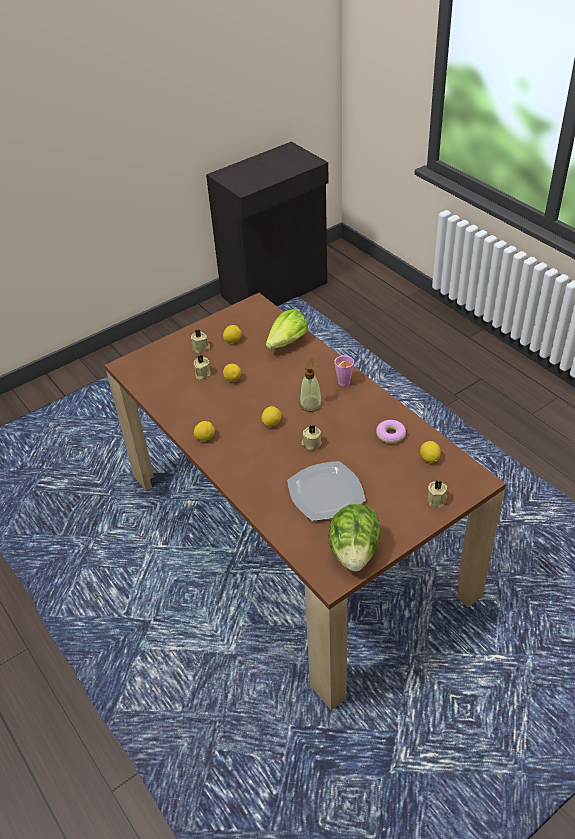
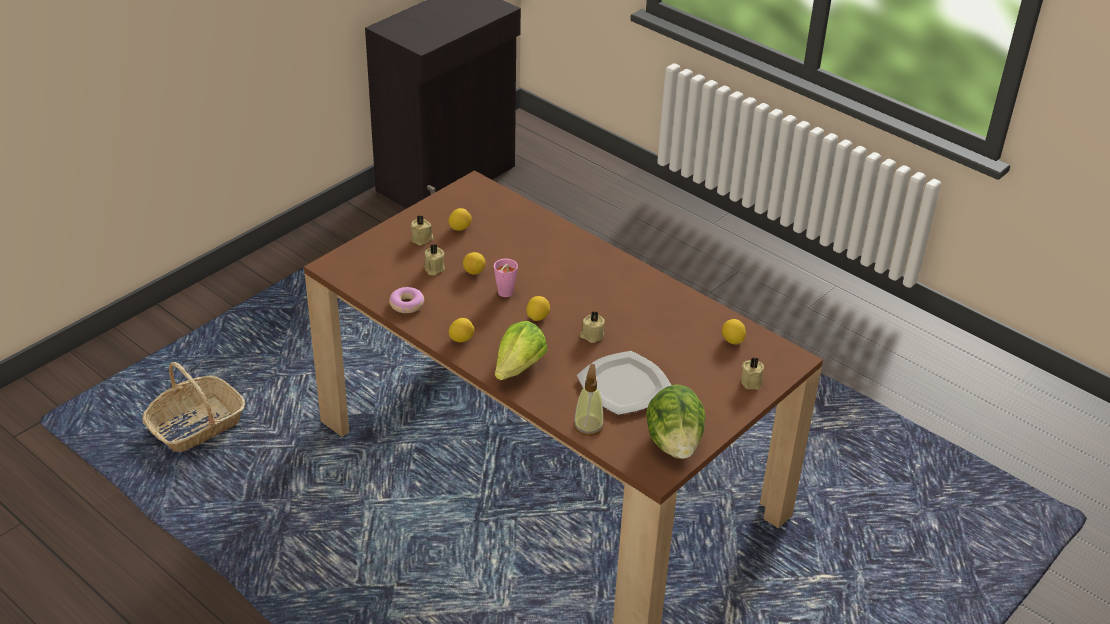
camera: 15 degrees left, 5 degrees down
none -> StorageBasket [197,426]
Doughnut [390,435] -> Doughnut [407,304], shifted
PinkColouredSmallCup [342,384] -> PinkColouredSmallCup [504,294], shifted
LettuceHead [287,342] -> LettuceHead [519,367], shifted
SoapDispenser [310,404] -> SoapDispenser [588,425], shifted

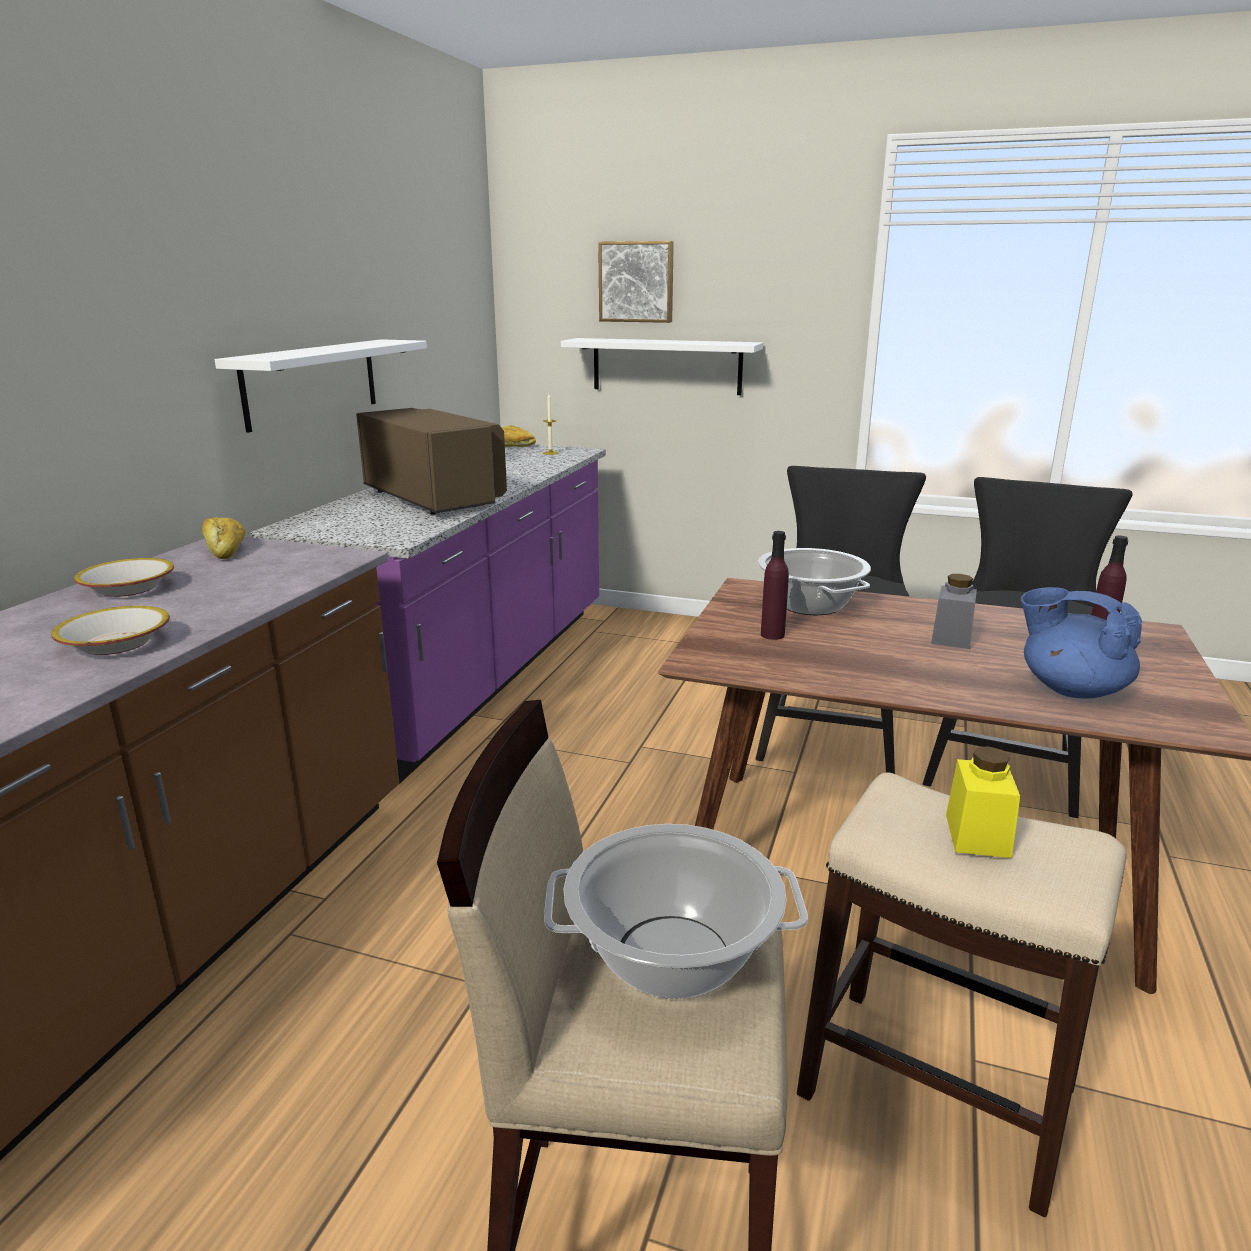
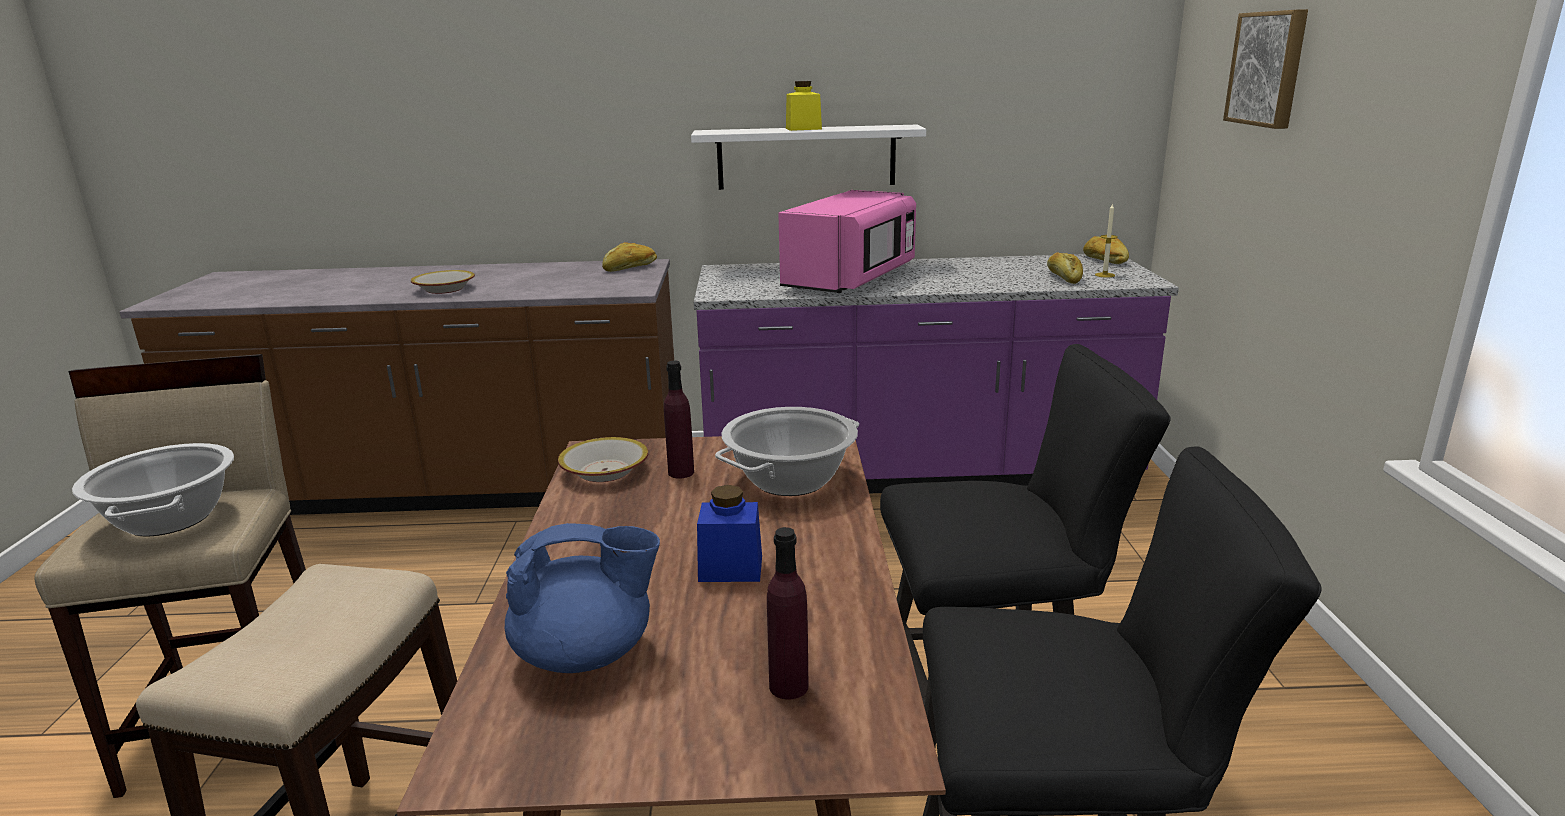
camera: 70 degrees right, 0 degrees up
BluePotForTea [1071,689] -> BluePotForTea [587,654], 60 degrees clockwise
Bowl [128,588] -> Bowl [605,471], shifted
GreyStorageJar [951,638] -> BlueStorageJar [730,568]
BrownColouredMicrowaveOven [434,498] -> PinkColouredMicrowaveOven [851,279]
YellowishStorageJar [977,835] -> YellowishStorageJar [803,129], shifted
none -> BakeryBread [1064,277]
WhiteBracketShelf [666,366] -> none

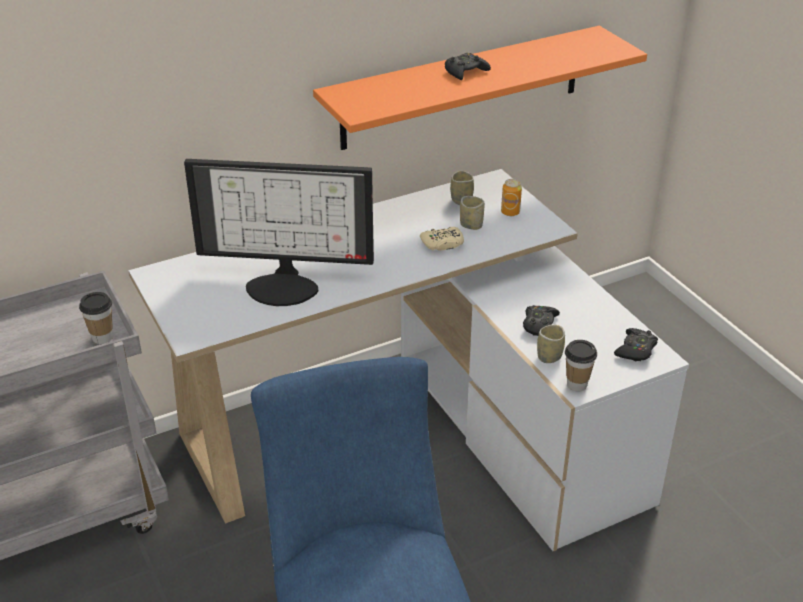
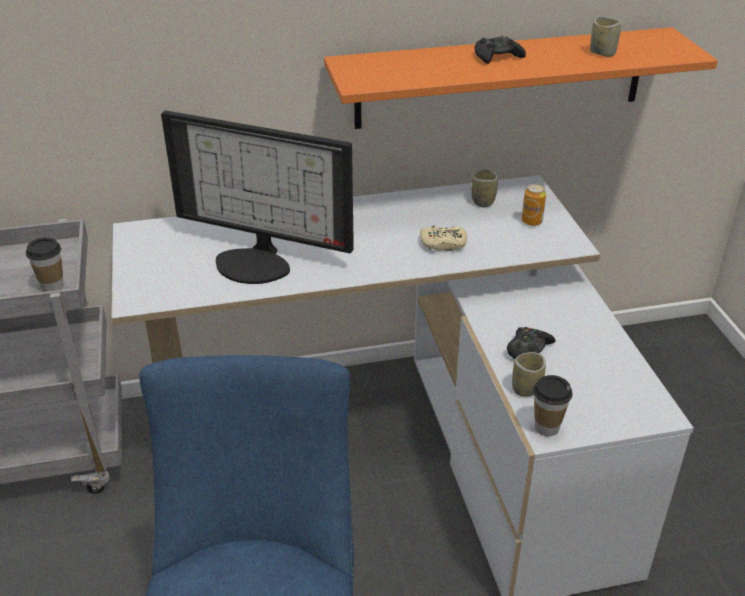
camera: 15 degrees right, 0 degrees up
SmallCup [471,225] -> SmallCup [602,53], shifted
BlackColouredJoypad [636,350] -> none

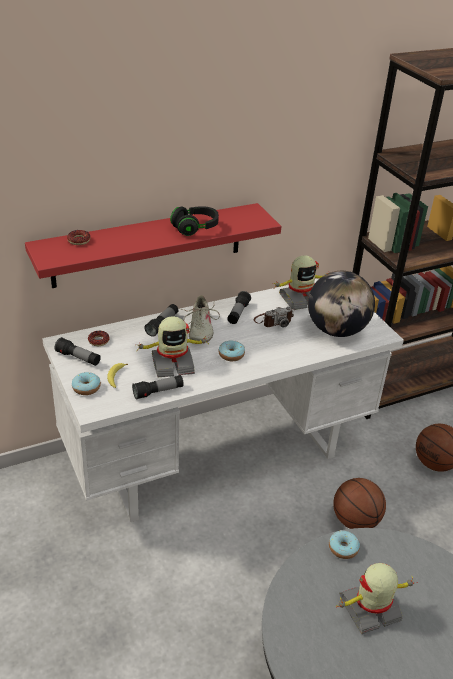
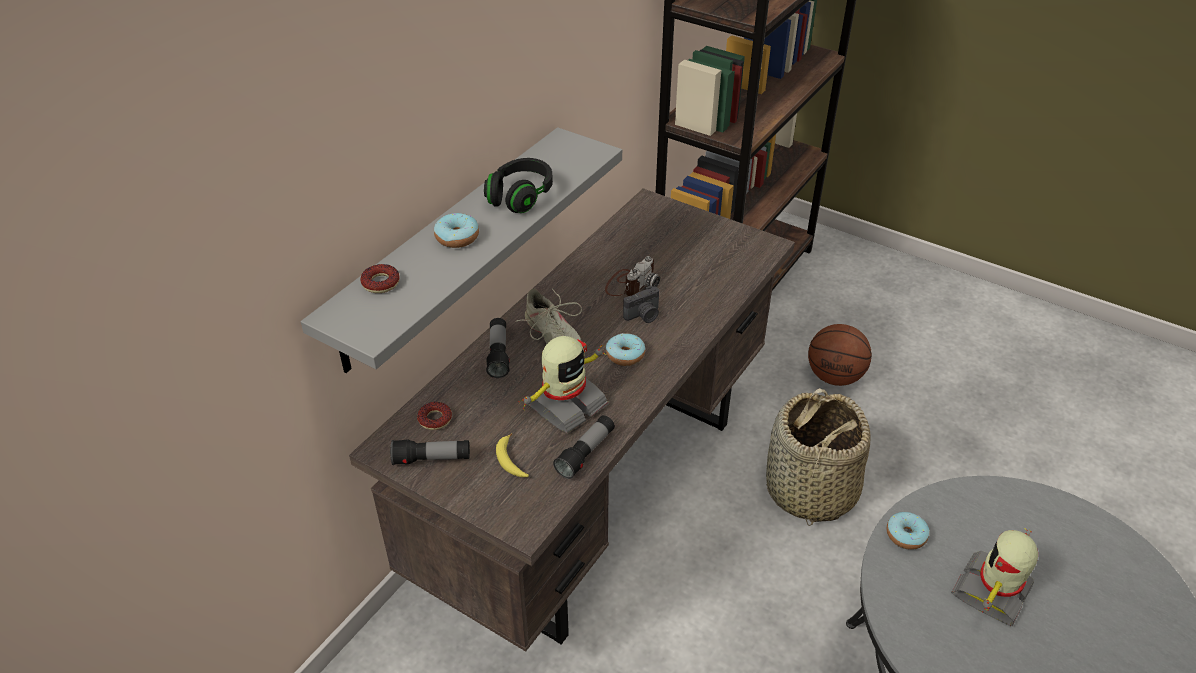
camera: 30 degrees left, 5 degrees up
RedBracketShelf [148,245] -> GreyBracketShelf [449,247]
WhiteDeskTable [219,455] -> BrownColouredDeskTable [597,493]
Doughnut [86,388] -> Doughnut [457,237], shifted
none -> StillCamera [643,315]
BallForBasketball [355,520] -> StorageBasket [809,491]
Flashlight [238,313] -> none
ToyRobot [300,299] -> none
DeskGlobe [336,330] -> none

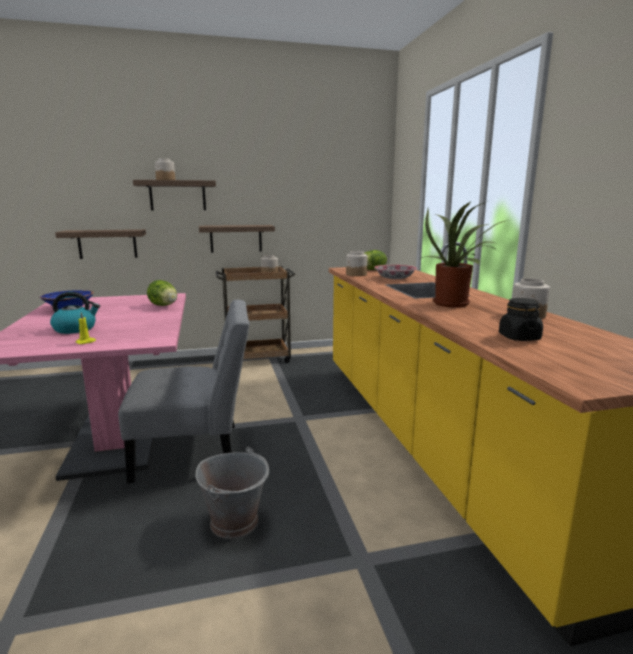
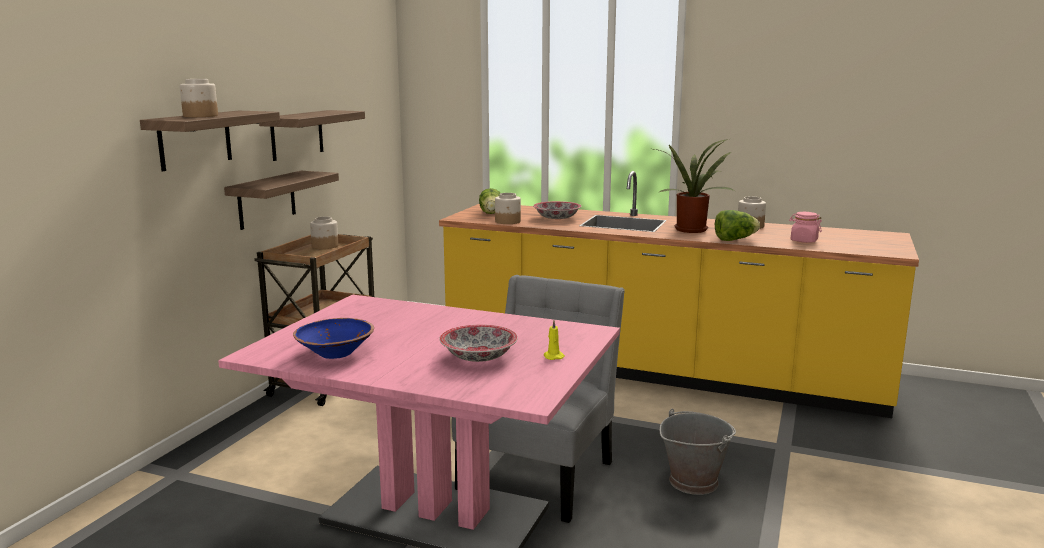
camera: 55 degrees left, 0 degrees up
BracketShelf [107,244] -> BracketShelf [297,135], shifted
Kettle [75,329] -> Bowl [478,357]
LettuceHead [165,306] -> LettuceHead [734,240], shifted
BlackColouredStorageJar [519,337] -> PinkColouredStorageJar [803,240]

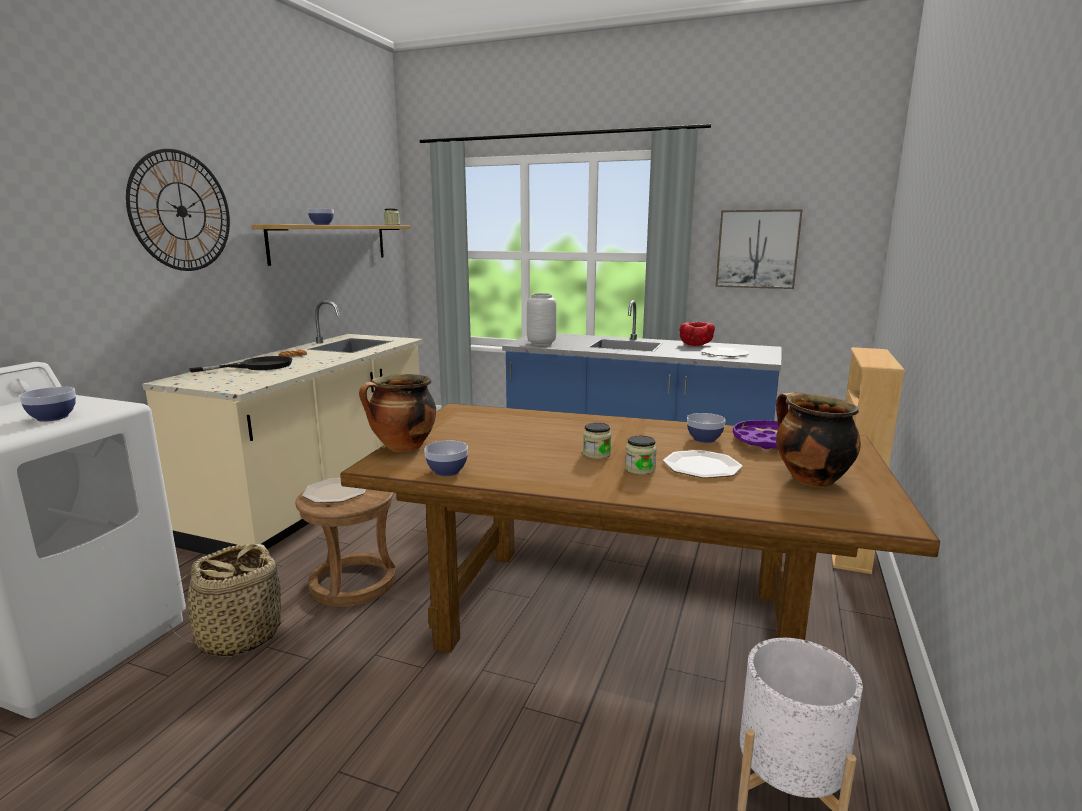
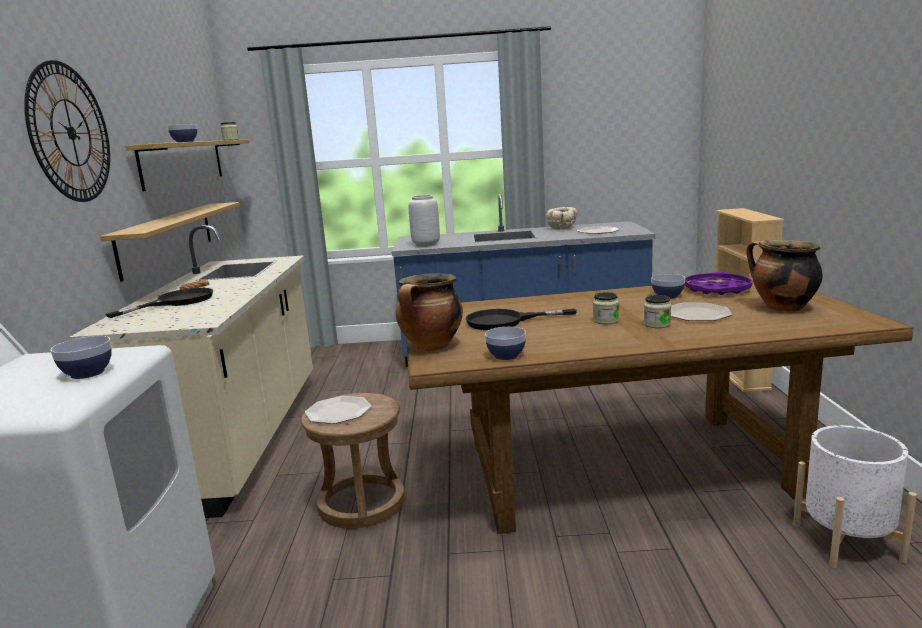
camera: 20 degrees left, 0 degrees up
none -> BracketShelf [168,237]
none -> BlackColouredPan [505,321]
RedBowl [696,345] -> BeigeBowl [562,228]
StorageBasket [239,636] -> none
WallPicture [757,249] -> none

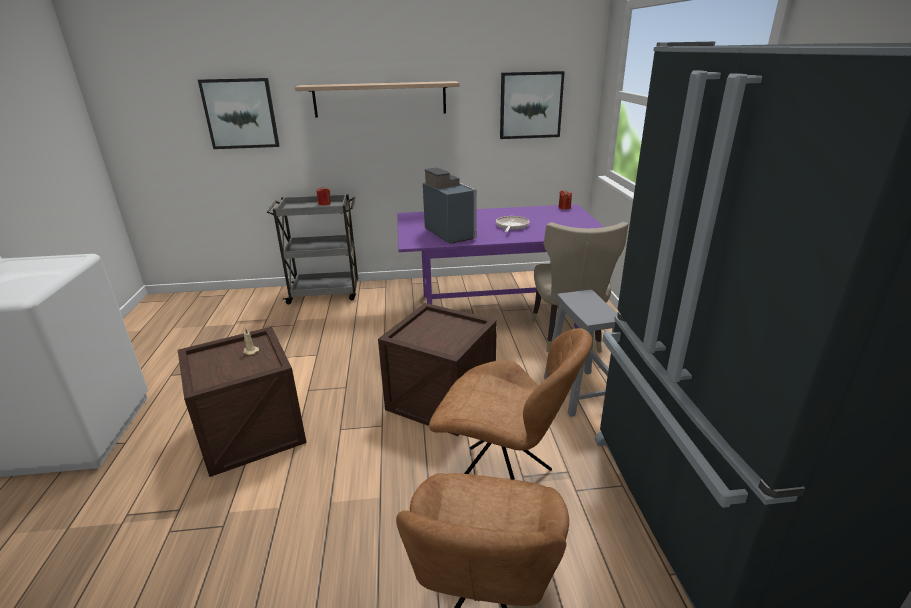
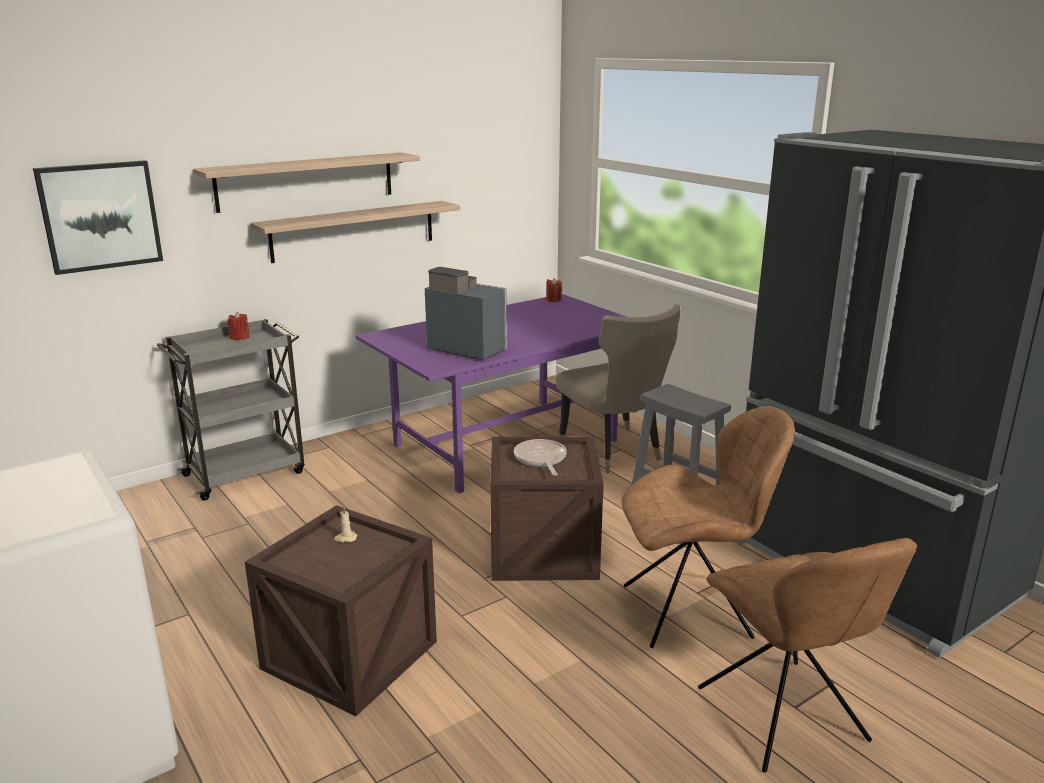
camera: 30 degrees left, 5 degrees down
none -> BracketShelf [354,231]
Pan [511,226] -> Pan [540,459], shifted
WallPicture [530,105] -> none

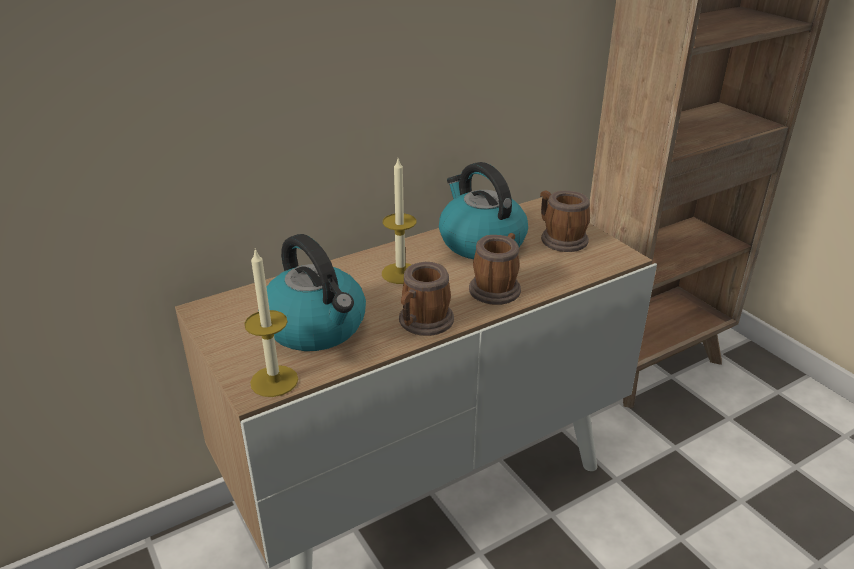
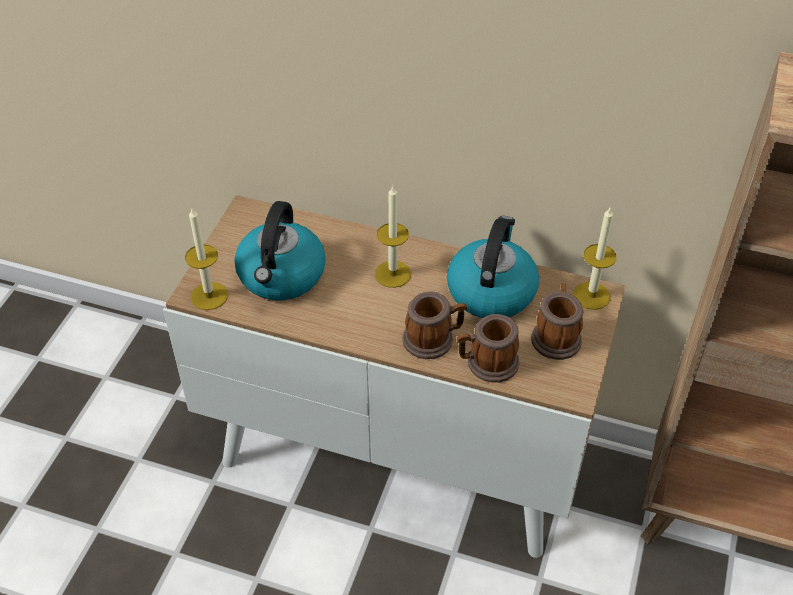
camera: 50 degrees right, 15 degrees up
Mug [423,323] -> Mug [487,364], shifted
none -> WaxLight [591,295]

